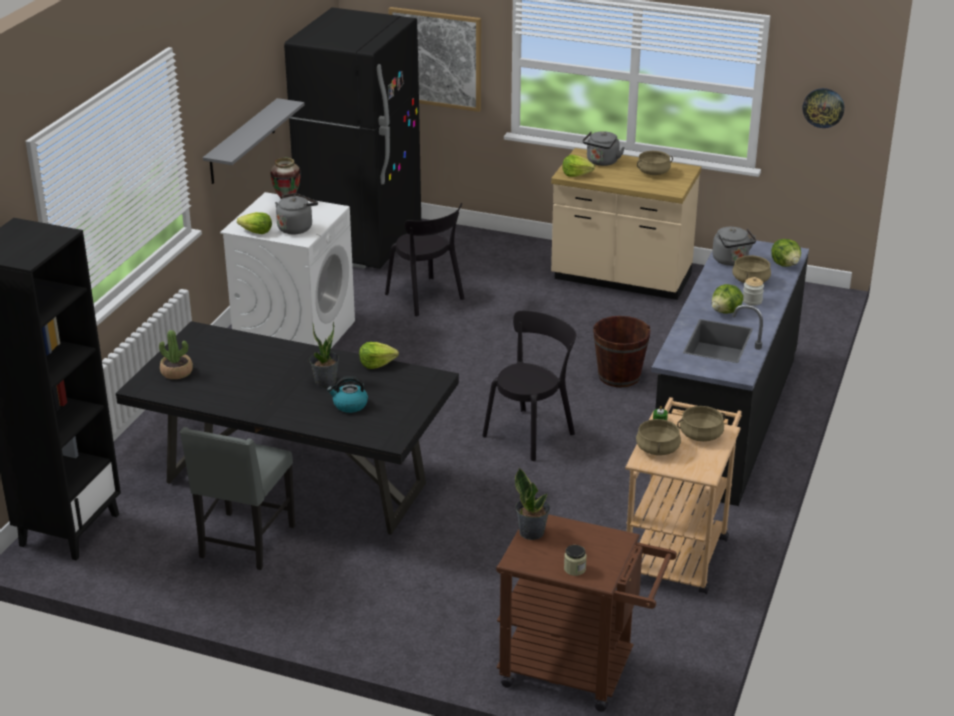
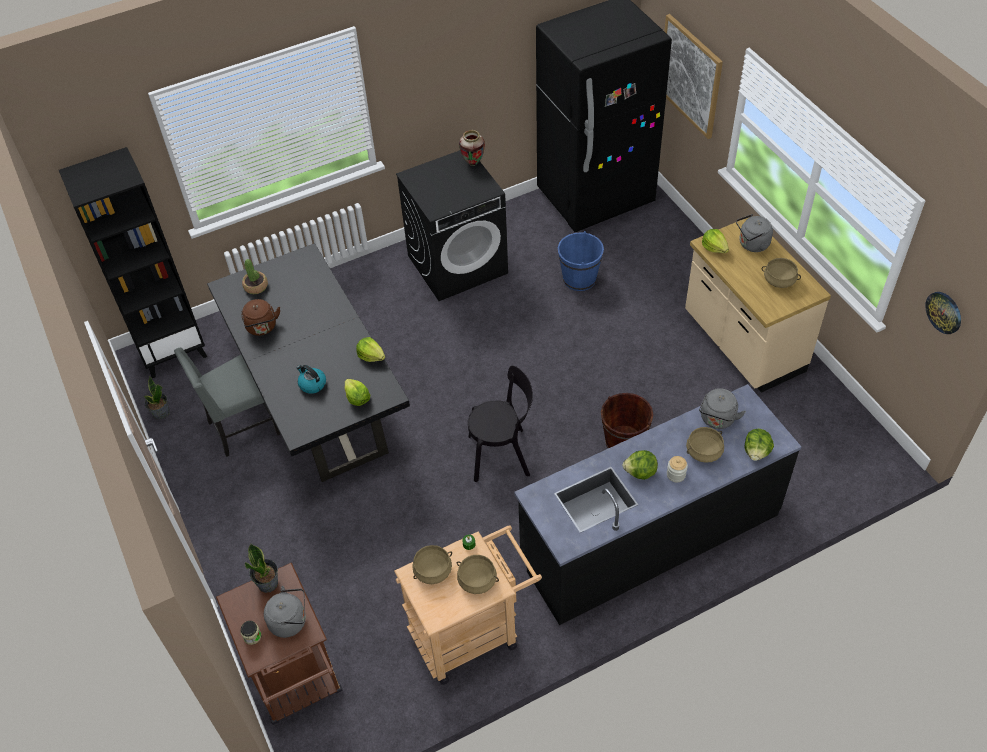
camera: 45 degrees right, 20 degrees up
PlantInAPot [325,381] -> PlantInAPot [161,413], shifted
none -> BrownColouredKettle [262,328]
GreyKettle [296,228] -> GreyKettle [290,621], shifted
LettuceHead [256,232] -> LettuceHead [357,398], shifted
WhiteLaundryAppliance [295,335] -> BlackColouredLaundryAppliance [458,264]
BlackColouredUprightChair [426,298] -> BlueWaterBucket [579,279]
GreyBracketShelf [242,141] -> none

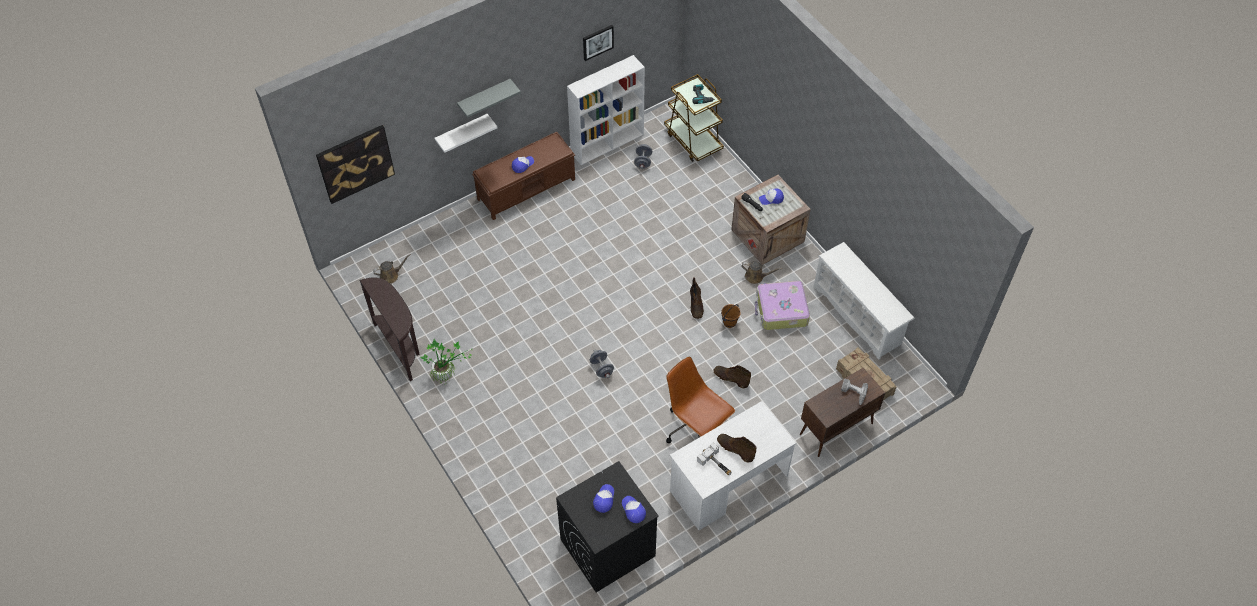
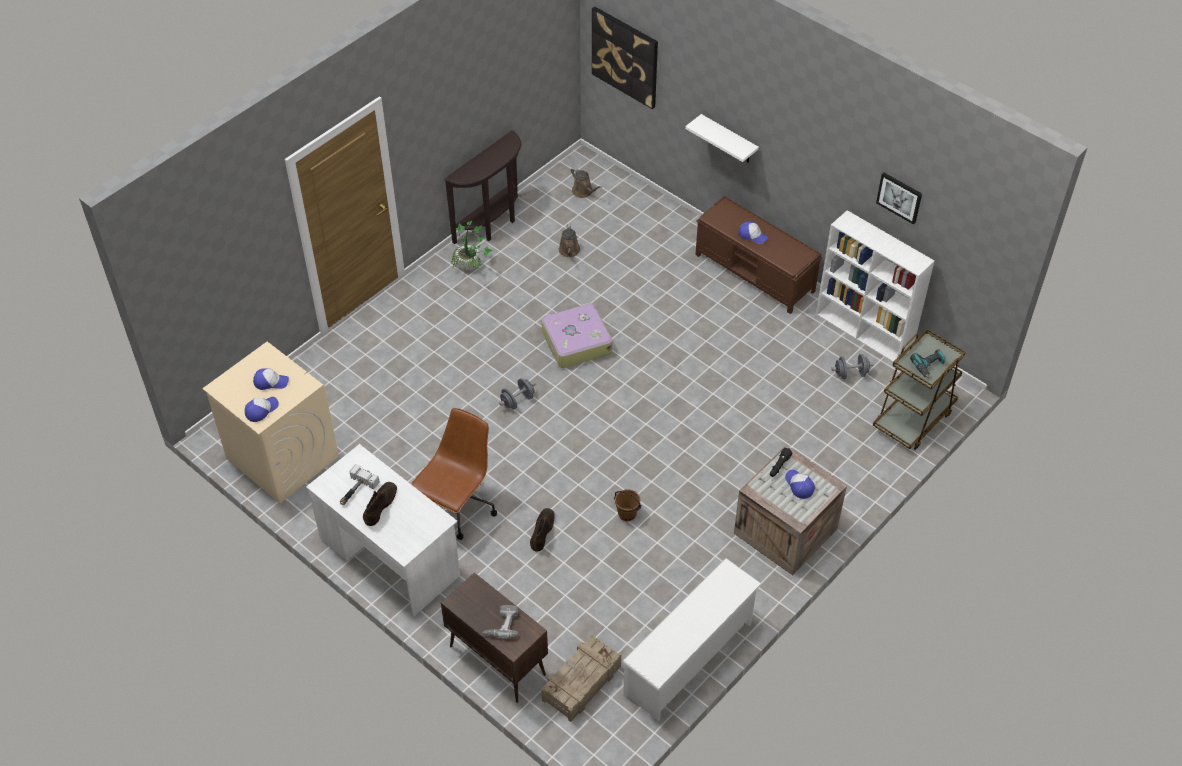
camera: 75 degrees right, 5 degrees down
BlackColouredLaundryAppliance [607,548] -> BeigeLaundryAppliance [281,457]
Suitcase [781,310] -> Suitcase [576,342], shifted
BrownColouredSprinklingCan [756,277] -> BrownColouredSprinklingCan [569,251], shifted
GreyBracketShelf [484,98] -> none
BrownColouredTallBoot [696,305] -> none

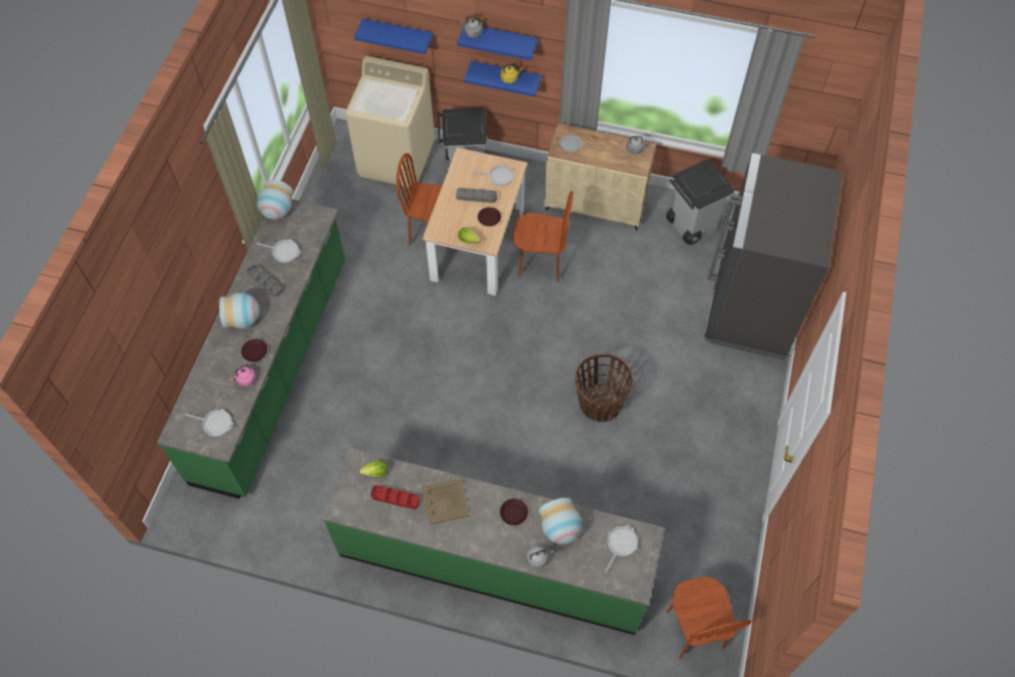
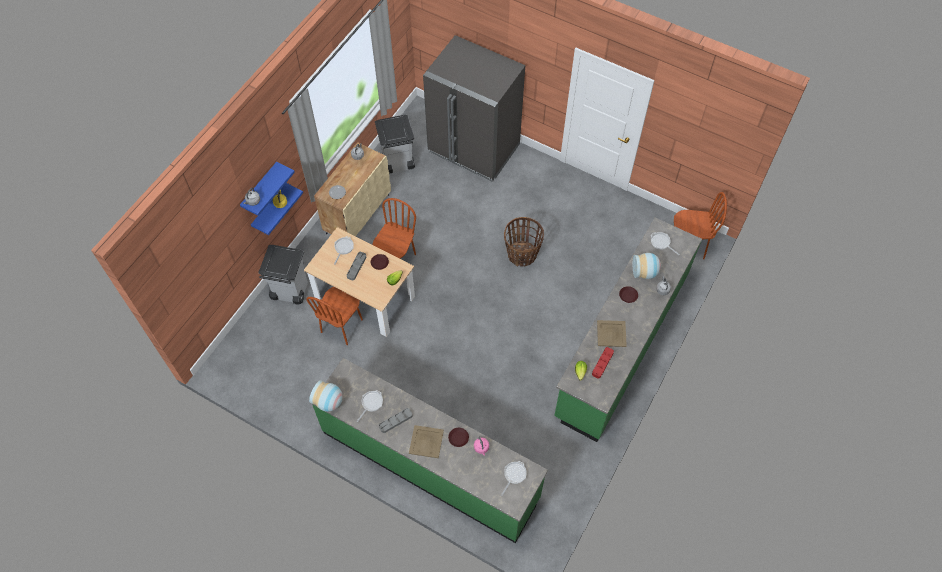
camera: 75 degrees left, 0 degrees up
DecorativeVase [244,319] -> BeigeCarryingTray [426,442]
BeigeLaundryAppliance [397,159] -> none
BlueBracketShelf [398,34] -> none

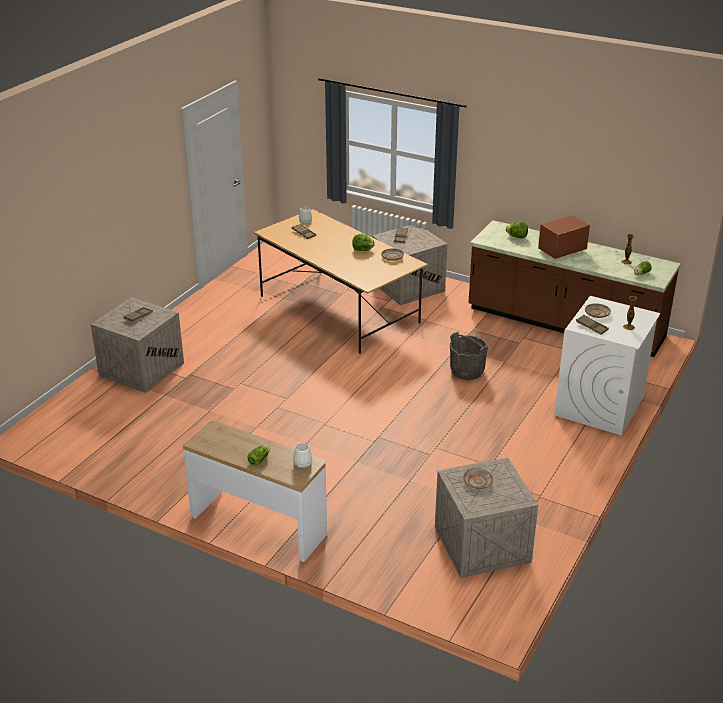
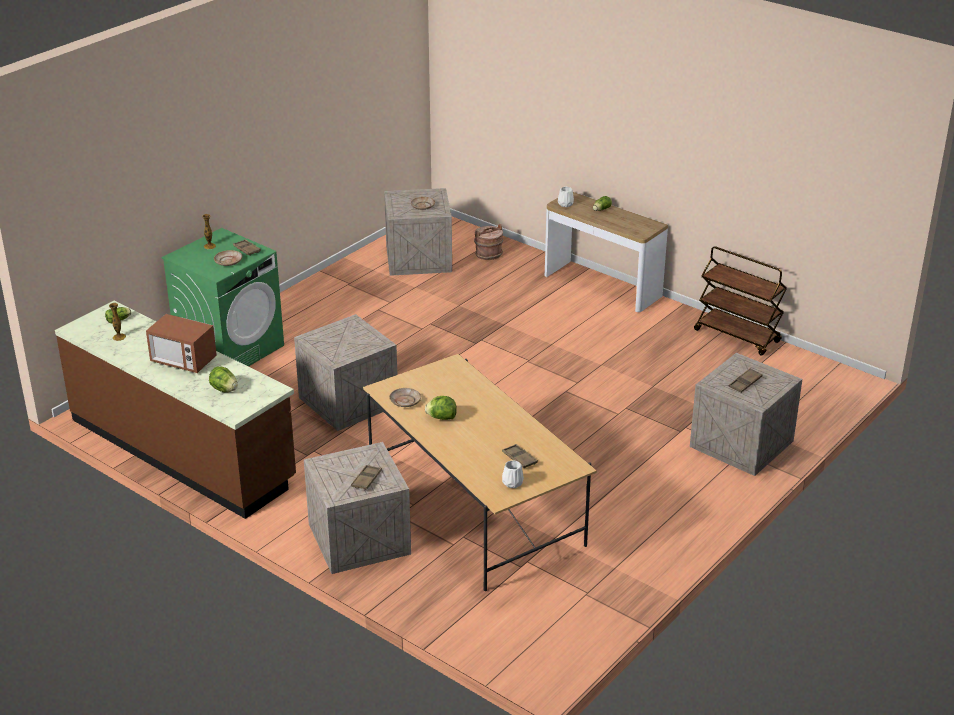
camera: 170 degrees left, 0 degrees up
MicrowaveOven [562,251] -> MicrowaveOven [183,361], 45 degrees clockwise
WhiteLaundryAppliance [599,406] -> GreenLaundryAppliance [230,349]
GreyWaterBucket [467,371] -> ShippingCrate [346,401]
none -> BrownColouredWaterBucket [488,254]
none -> BrownColouredCart [738,336]

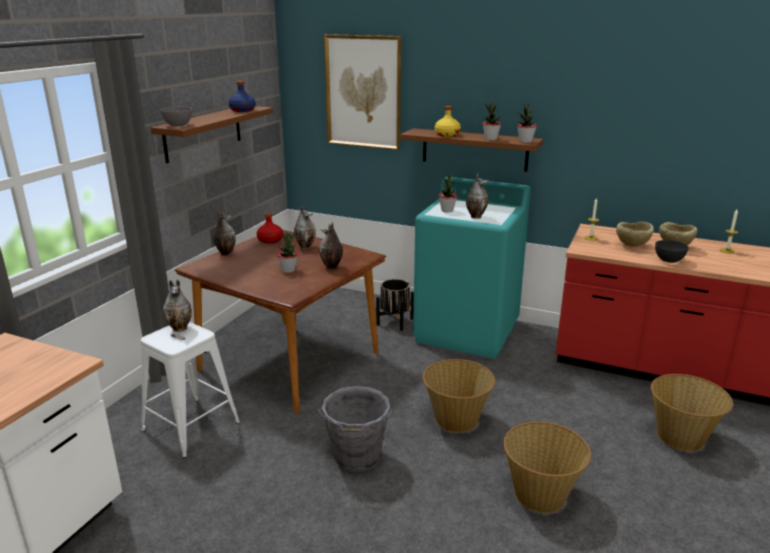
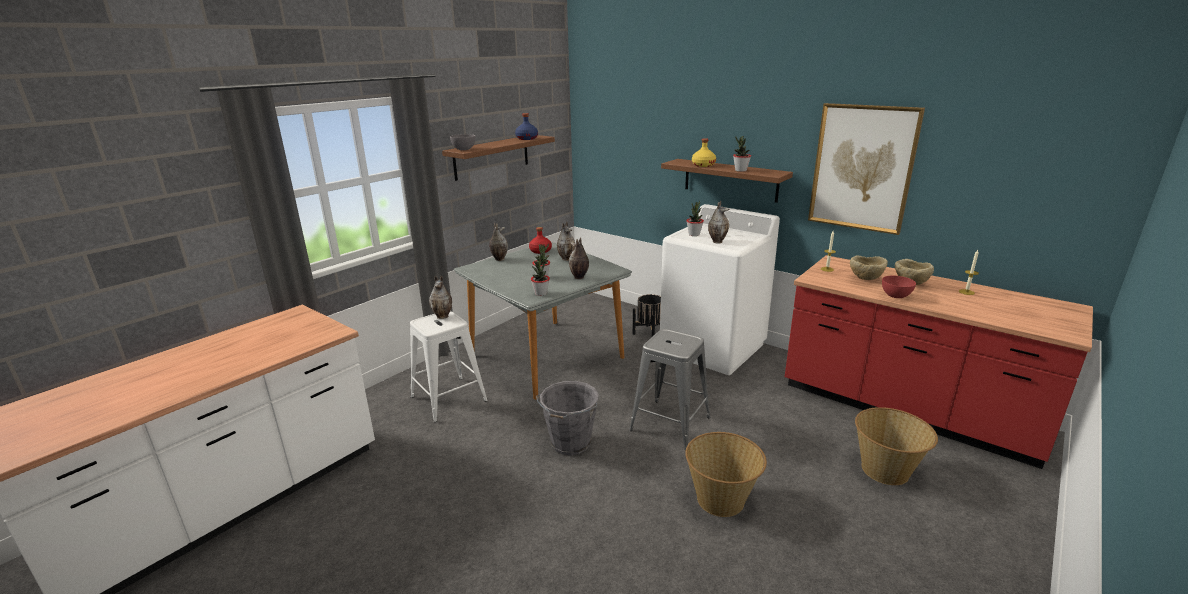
camera: 15 degrees right, 0 degrees up
BrownColouredDinnerTable [289,361] -> GreyDinnerTable [546,356]
PlantInAPot [525,141] -> PlantInAPot [541,293], shifted
StorageBasket [456,420] -> GreyStool [670,424]
TurquoiseLaundryAppliance [467,331] -> WhiteLaundryAppliance [713,348]
WallPicture [363,92] -> WallPicture [862,168], shifted
GreyBowl [669,260] -> RedBowl [896,296]

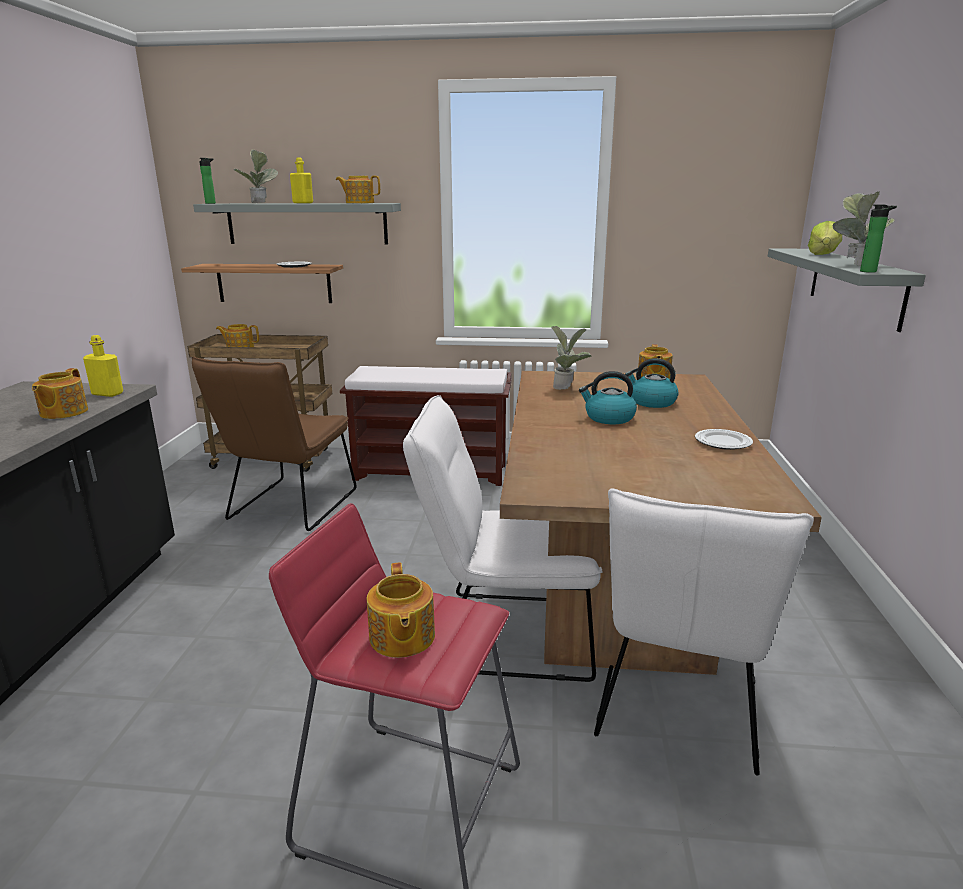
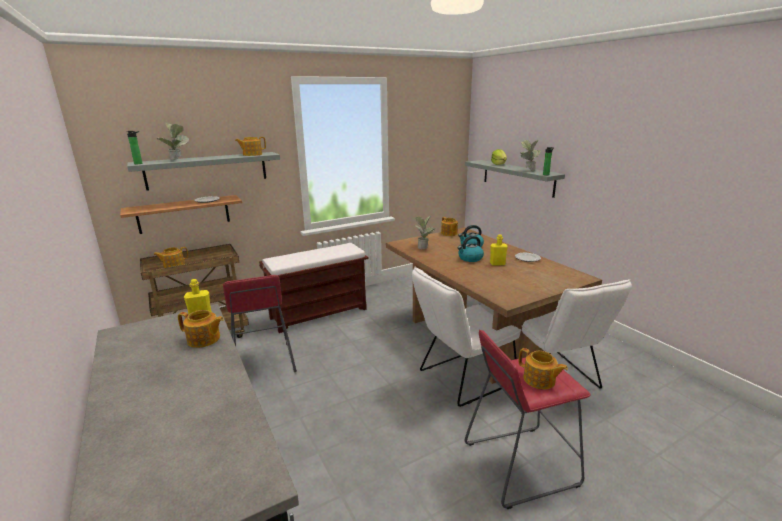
camera: 35 degrees left, 0 degrees up
PotForTea [63,412] -> PotForTea [204,339], 45 degrees counterclockwise
BrownColouredUprightChair [288,508] -> RedStool [263,362]
YellowishBottle [303,203] -> YellowishBottle [497,264], shifted

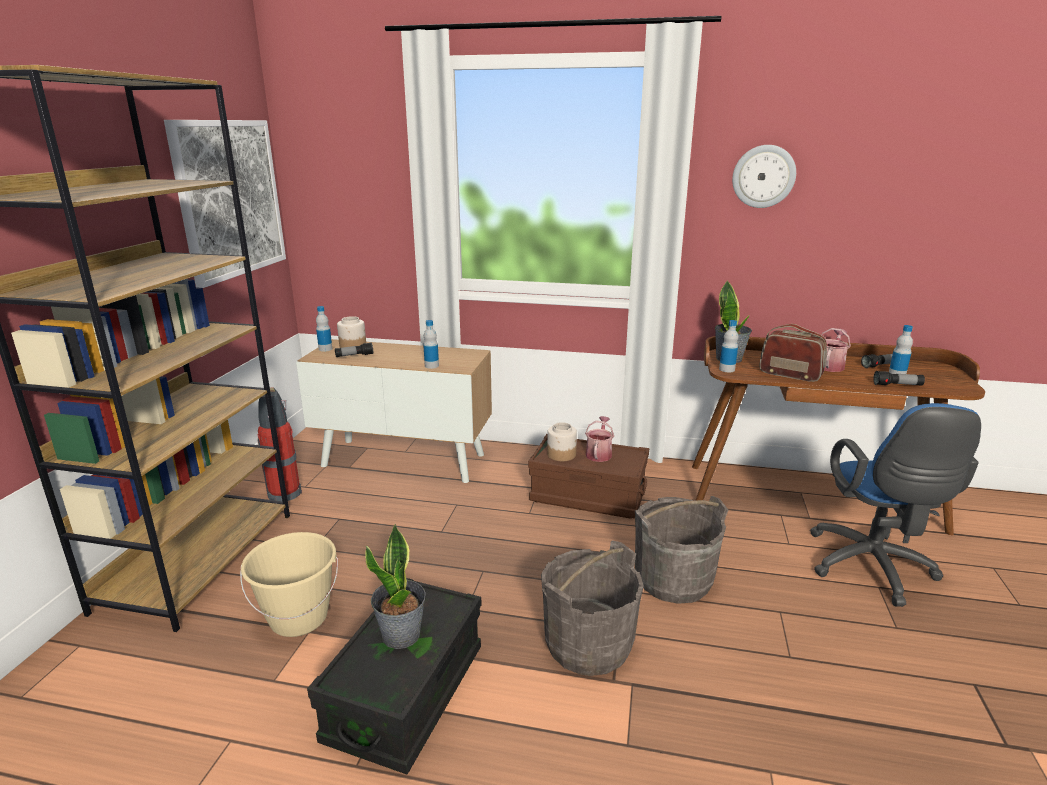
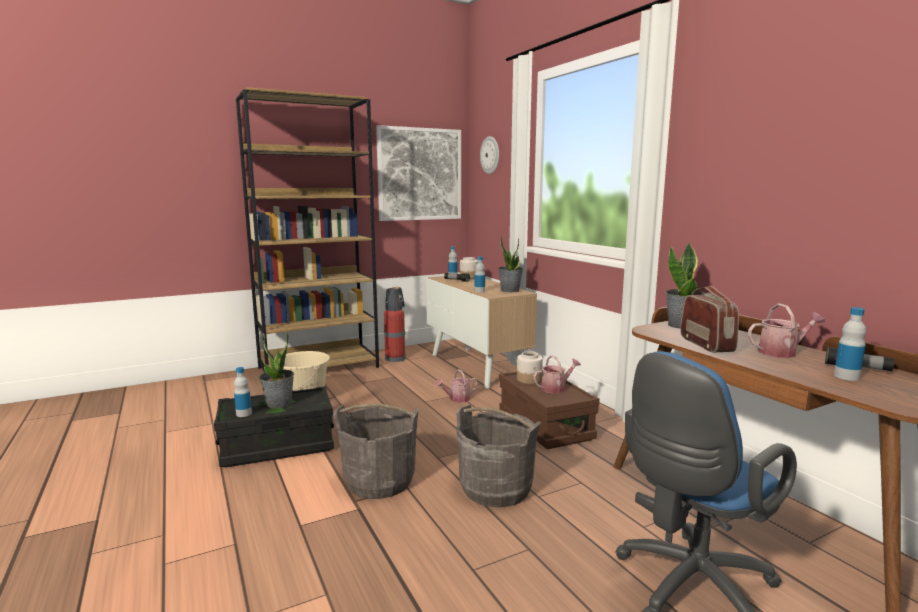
camera: 50 degrees right, 10 degrees down
Bottle [727,369] -> Bottle [244,414], shifted
none -> SprinklingCan [457,399]
ClockOnTheWall [763,176] -> ClockOnTheWall [490,155], shifted
none -> PlantInAPot [510,290]
Flashlight [897,385] -> none

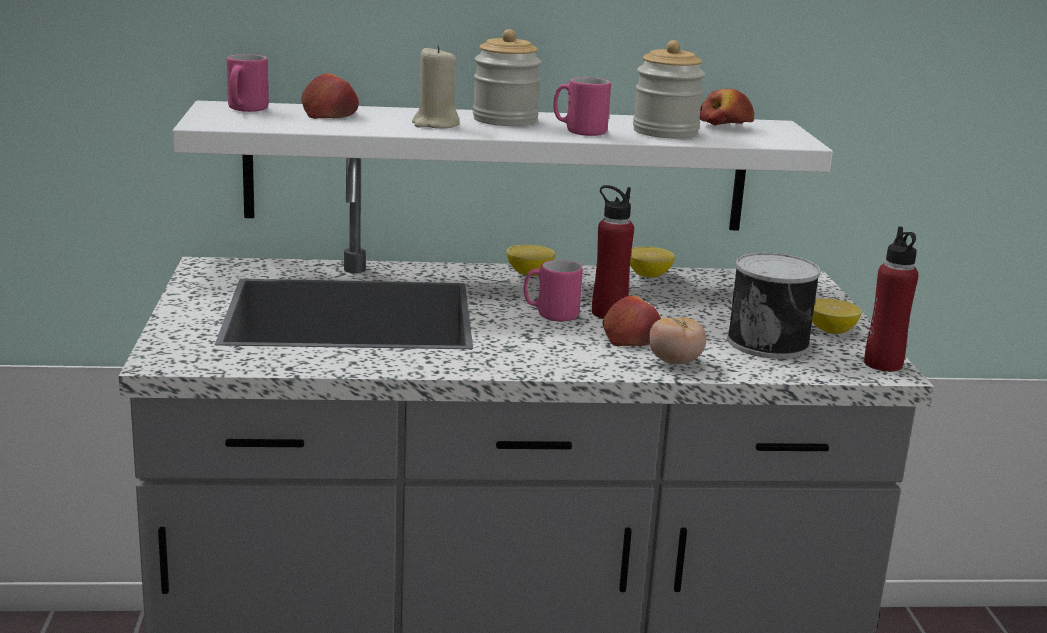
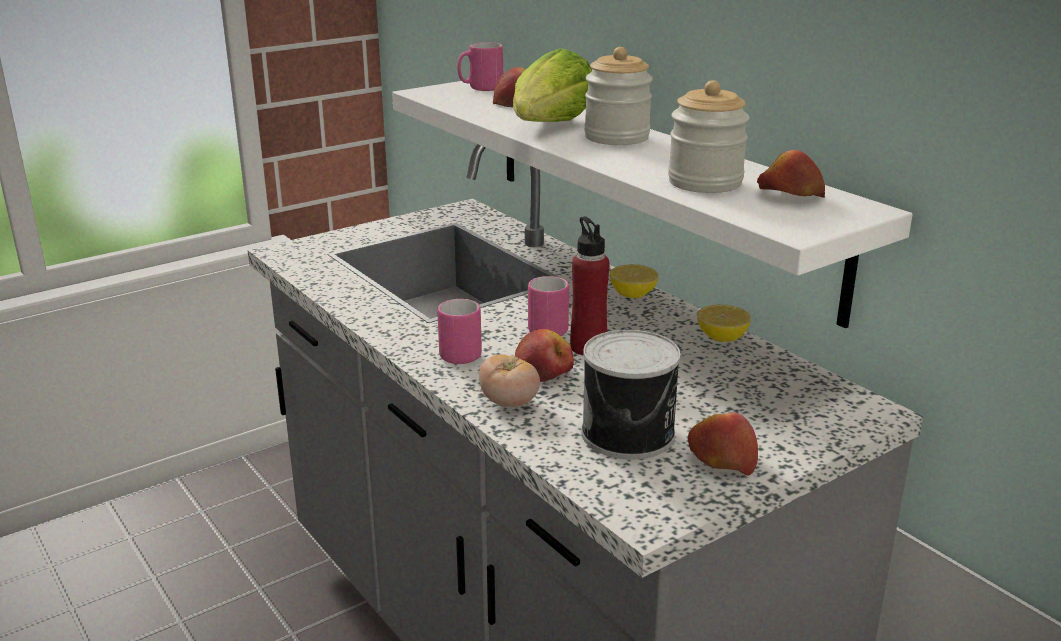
camera: 60 degrees right, 5 degrees up
PinkColouredMug [579,132] -> PinkColouredMug [459,352], shifted
BeigeWaxLight [435,124] -> LettuceHead [550,127]
WholeLemon [831,330] -> Apple [721,459]
RedBottle [883,364] -> none

